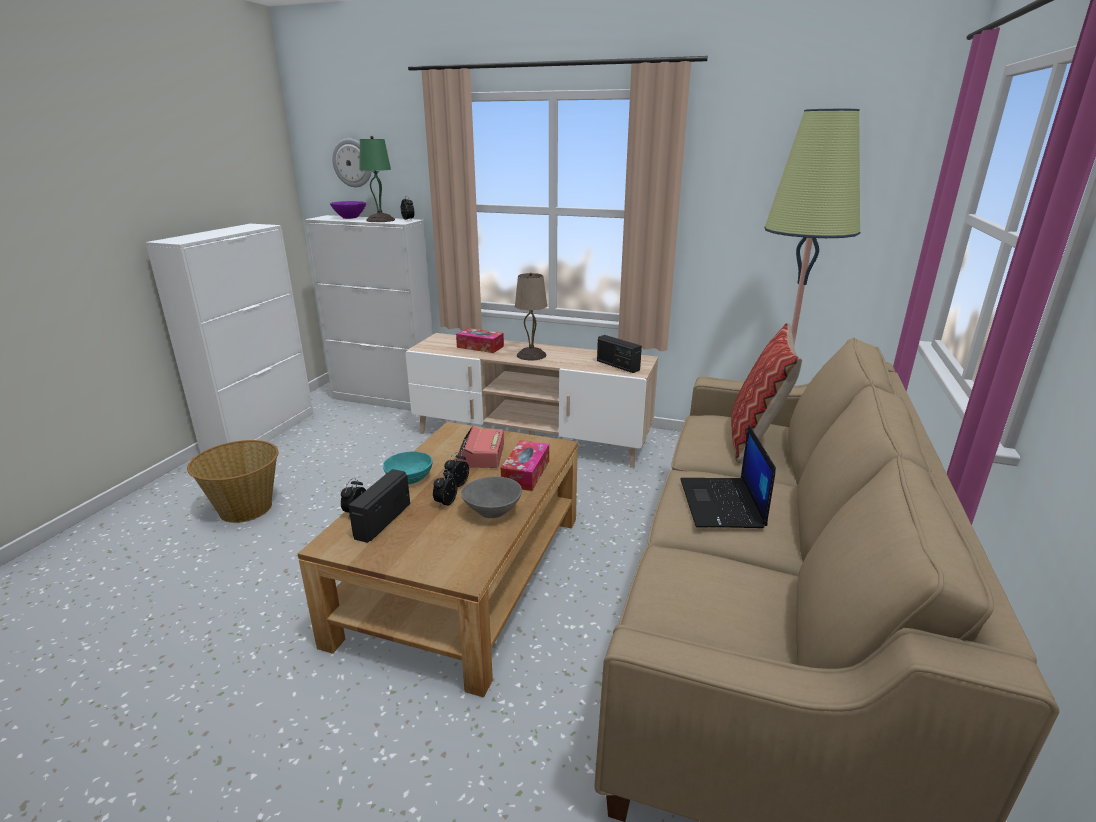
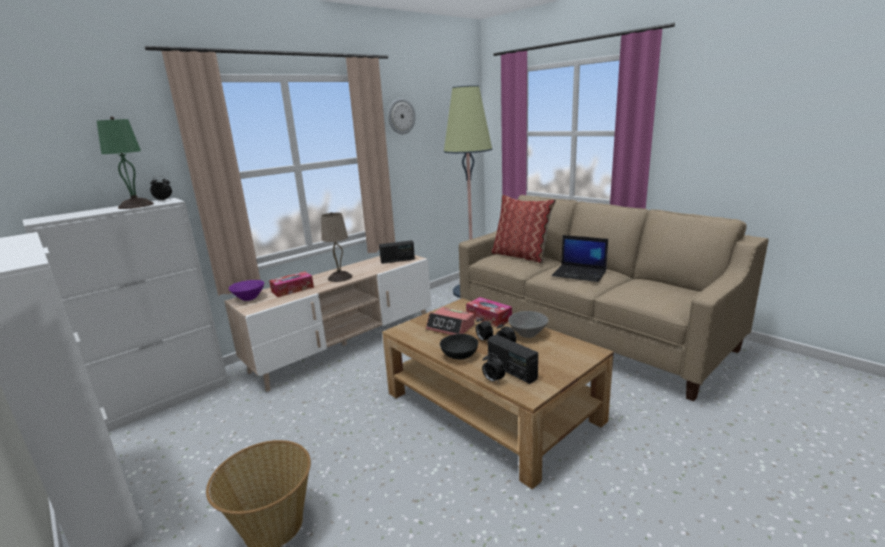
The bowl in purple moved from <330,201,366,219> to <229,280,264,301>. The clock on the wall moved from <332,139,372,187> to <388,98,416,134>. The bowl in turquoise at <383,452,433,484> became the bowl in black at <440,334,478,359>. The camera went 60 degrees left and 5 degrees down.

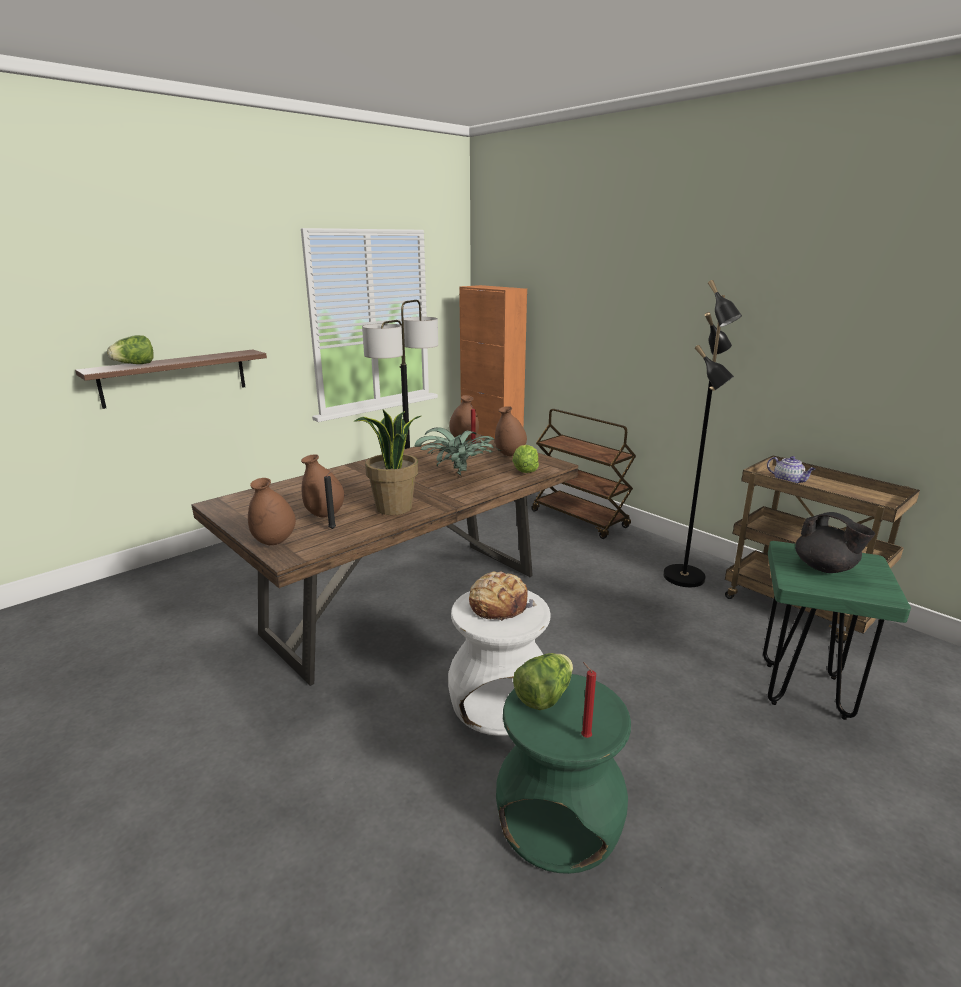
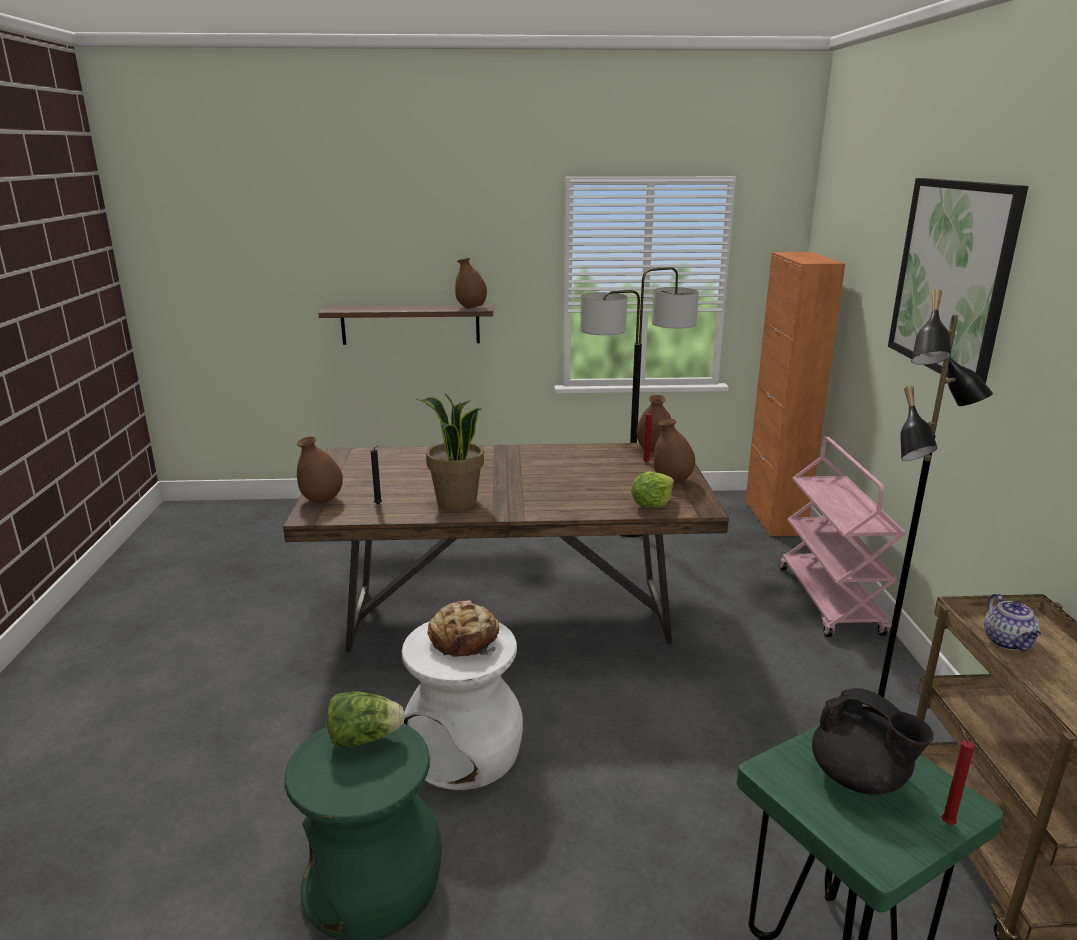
The lettuce at <107,335,154,364> disappeared. The plant in a pot at <414,427,502,476> disappeared. The picture at <888,178,1029,384> appeared. The flower vase in brown moved from <301,454,344,518> to <455,258,487,309>. The wax light in red moved from <581,662,596,738> to <941,727,975,825>. The cart in brown at <531,409,636,539> became the cart in pink-coloured at <780,437,906,637>. The teapot in black at <795,512,875,573> turned 45 degrees counterclockwise. The camera went 40 degrees right and 0 degrees up.

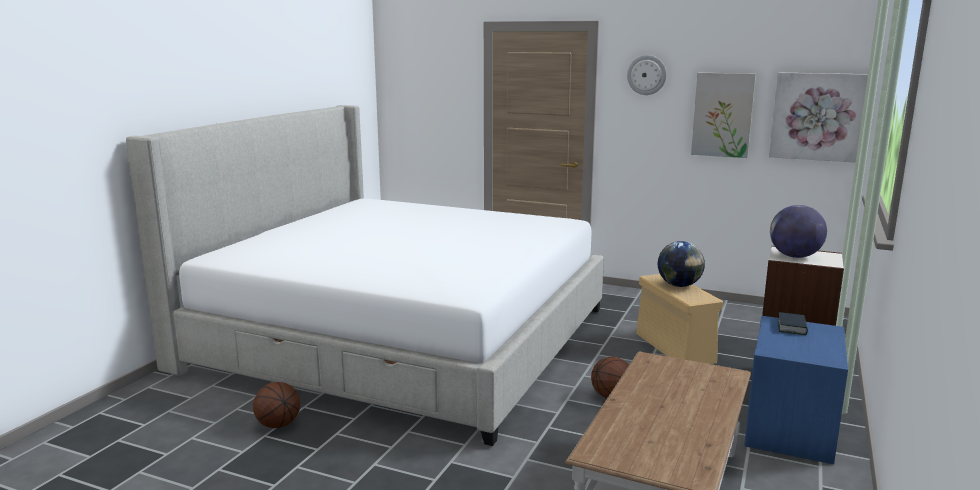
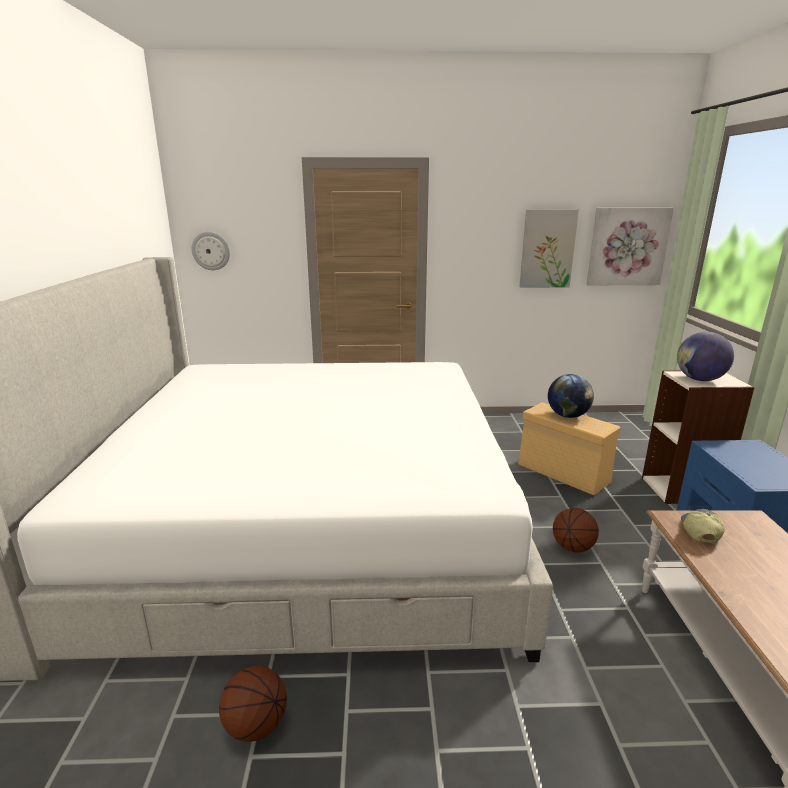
The book at <778,312,808,335> disappeared. The peaked cap at <681,509,725,543> appeared. The clock on the wall moved from <627,55,666,95> to <192,232,230,270>. The camera went 25 degrees left and 5 degrees up.

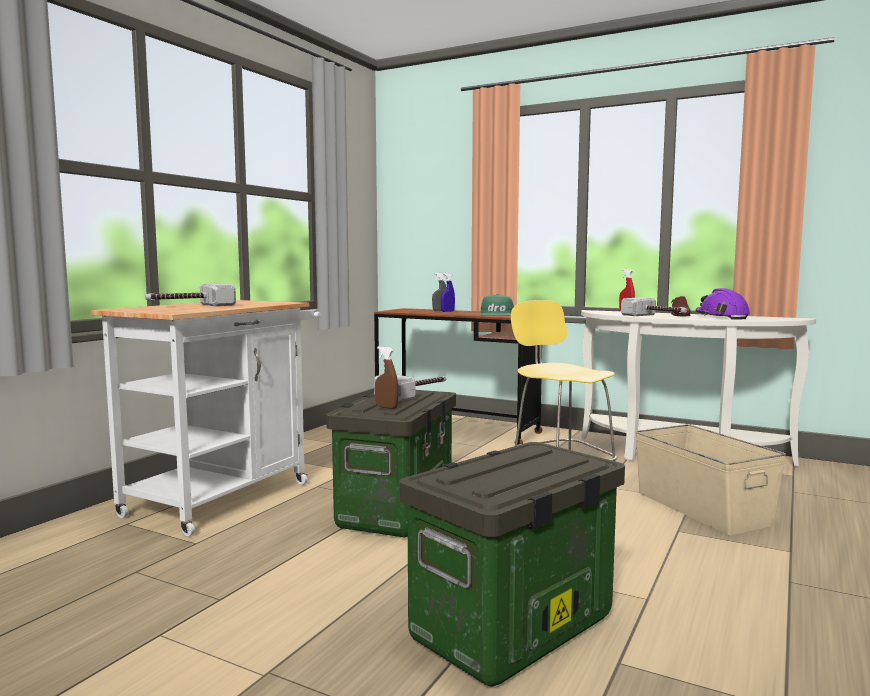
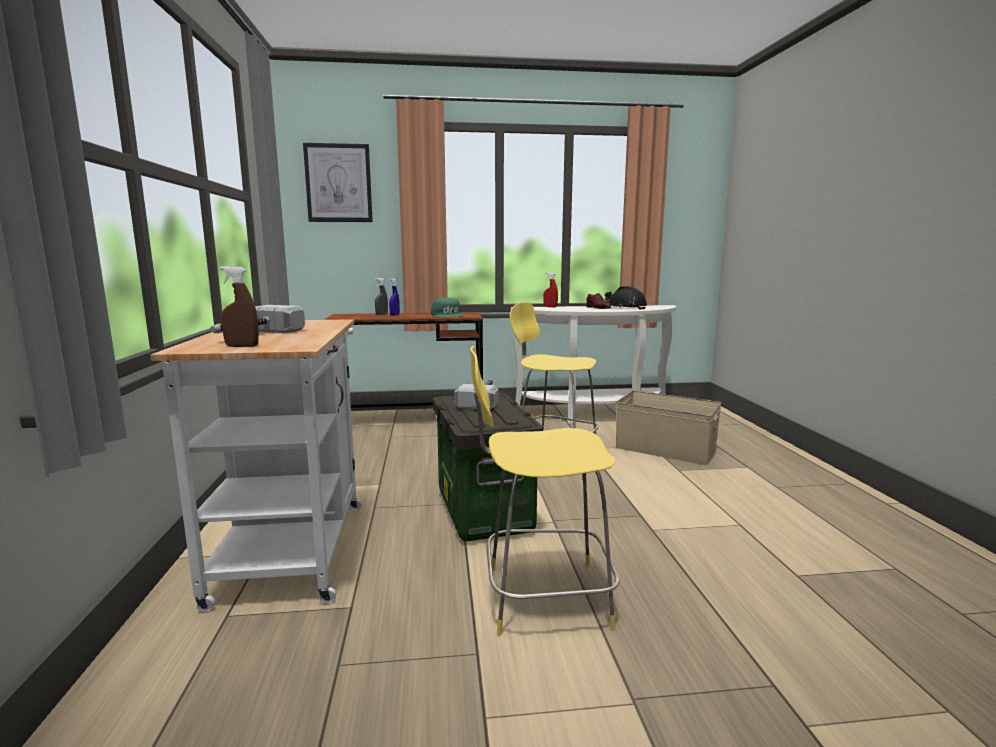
The storage bin at <399,442,625,686> disappeared. The tool hammer at <621,297,687,316> disappeared. The picture at <303,143,373,222> appeared. The stool seat in yellow at <470,346,619,636> appeared. The sprayer in brown moved from <375,346,398,409> to <220,266,259,347>. The safety helmet in purple at <696,288,750,320> became the safety helmet in black at <605,286,647,309>. The camera went 35 degrees left and 5 degrees up.

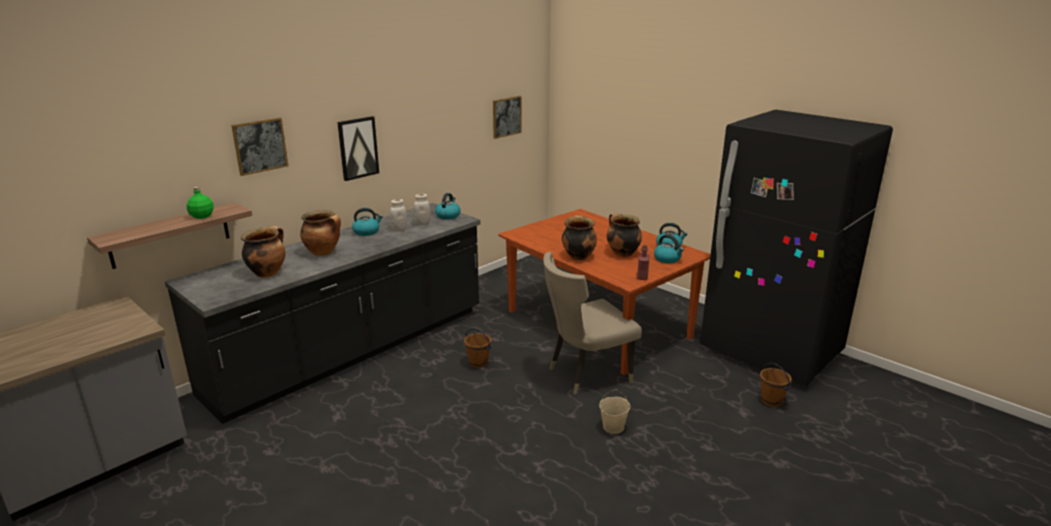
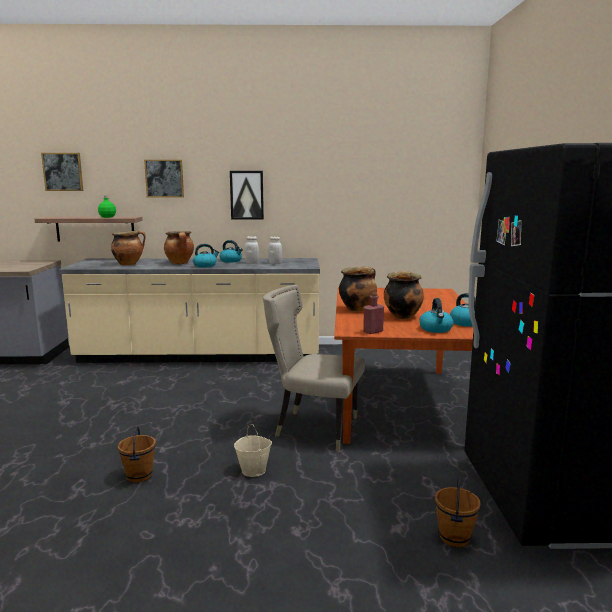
The water kettle moved from <435,193,460,220> to <193,244,219,267>. The bucket in brown moved from <464,329,492,368> to <118,426,156,483>. The picture moved from <493,96,522,139> to <41,153,83,191>. The kitchen counter in black at <165,203,480,424> became the kitchen counter in sand-coloured at <59,258,320,363>. The camera went 45 degrees right and 10 degrees down.

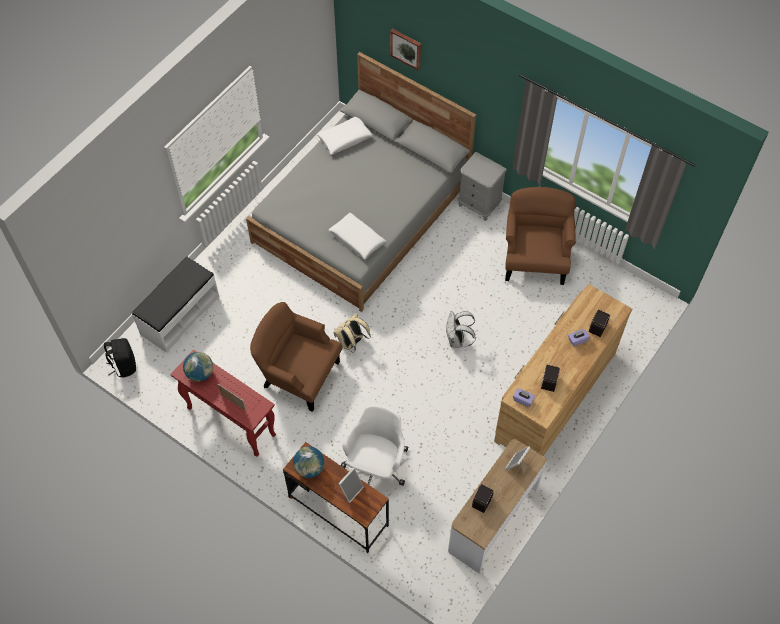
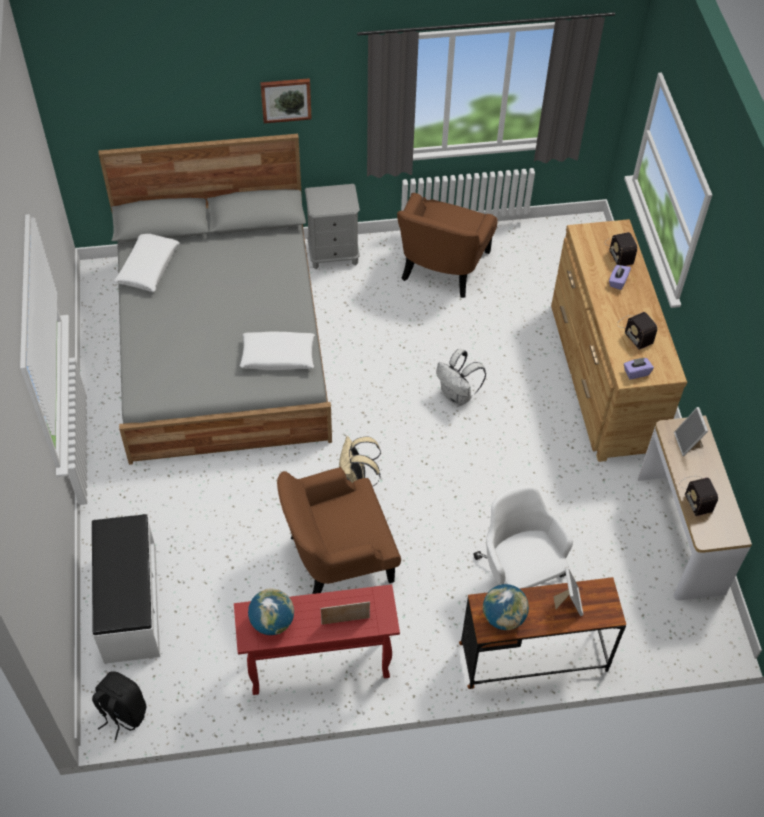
The picture moved from <390,29,421,70> to <260,78,312,123>. The lounge chair in brown at <505,187,576,285> turned 120 degrees counterclockwise. The camera went 45 degrees left and 5 degrees down.

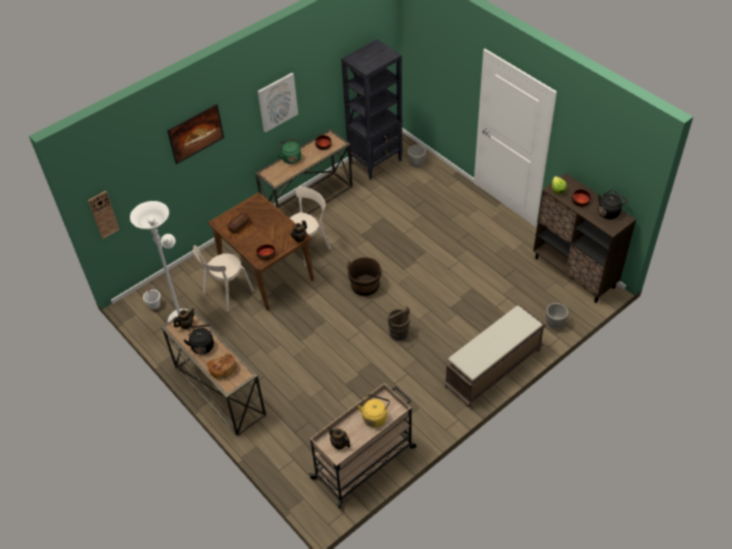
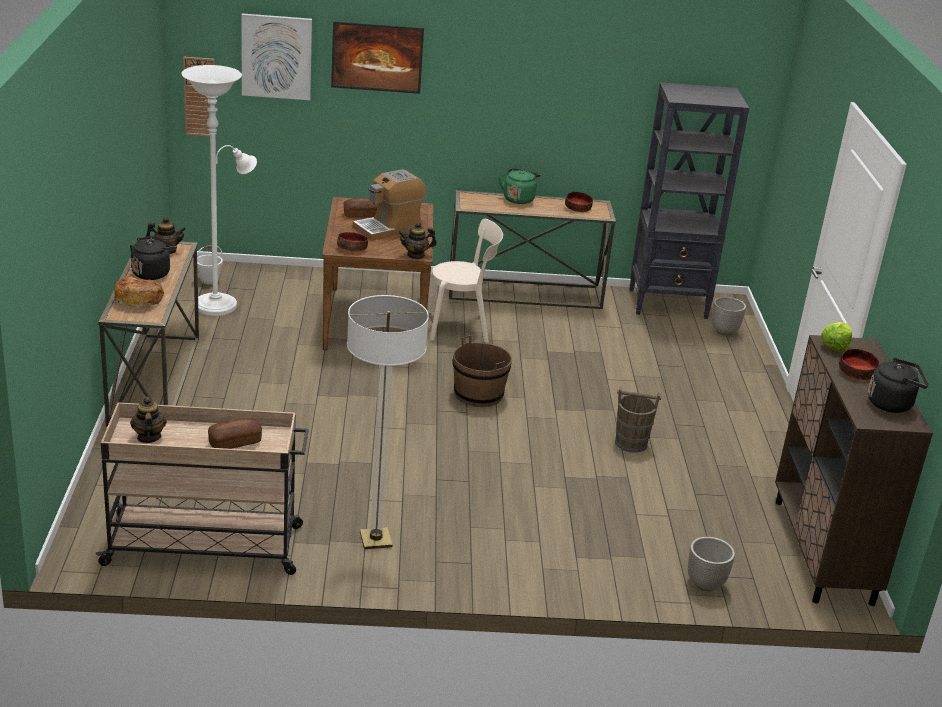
The plain chair in sand-coloured at <193,245,254,311> disappeared. The long seat in brown at <443,305,547,407> disappeared. The standing lamp at <347,295,429,549> appeared. The coffee machine at <353,169,426,240> appeared. The picture moved from <257,73,298,133> to <241,13,312,100>. The bucket in brown moved from <387,306,410,341> to <615,386,661,453>. The water kettle in yellow at <357,394,390,427> was replaced by the bakery bread at <208,418,262,449>. The camera went 35 degrees right and 20 degrees down.

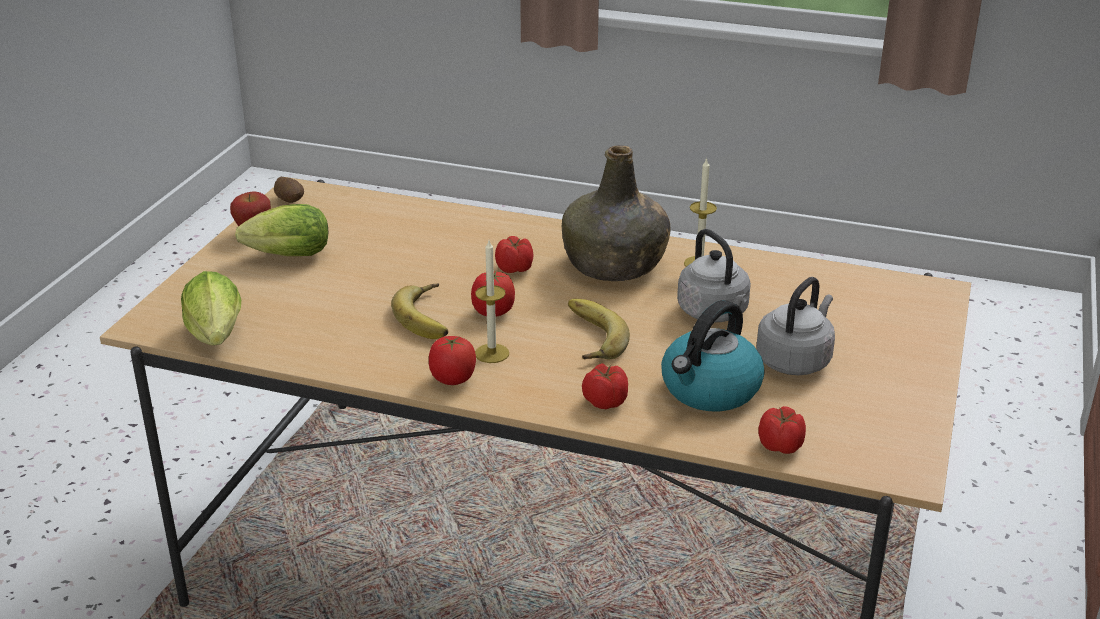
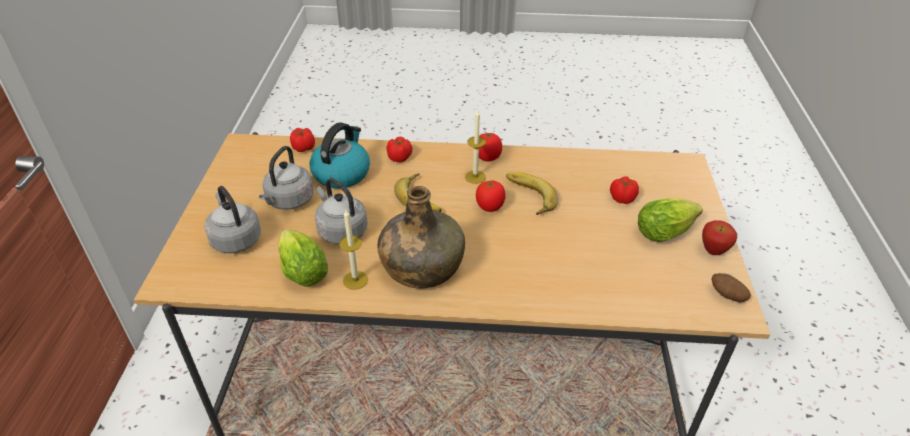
The water kettle in grey at <204,186,261,253> appeared. The lettuce moved from <181,271,241,345> to <278,229,328,287>. The whole tomato moved from <495,236,534,273> to <610,176,639,204>. The camera went 165 degrees right and 10 degrees up.

